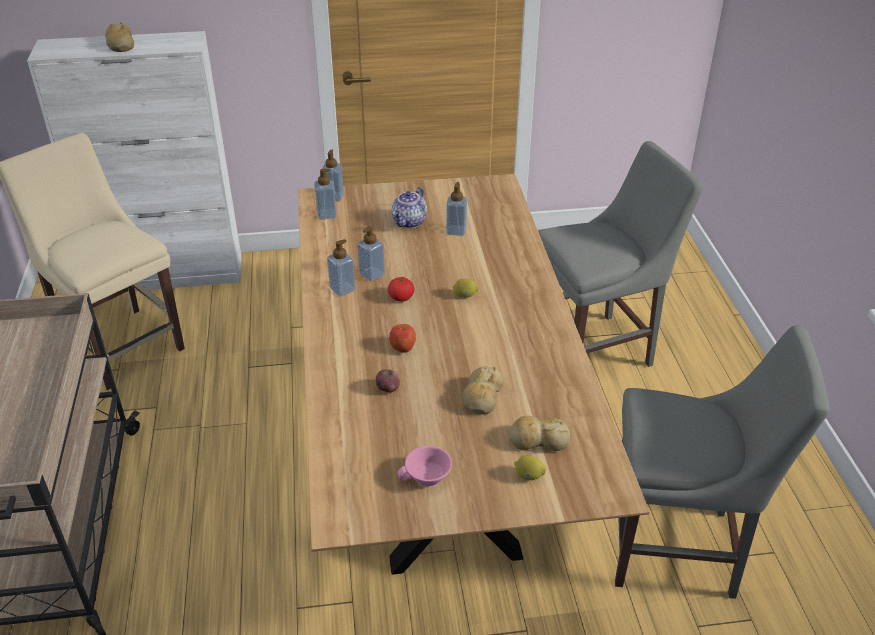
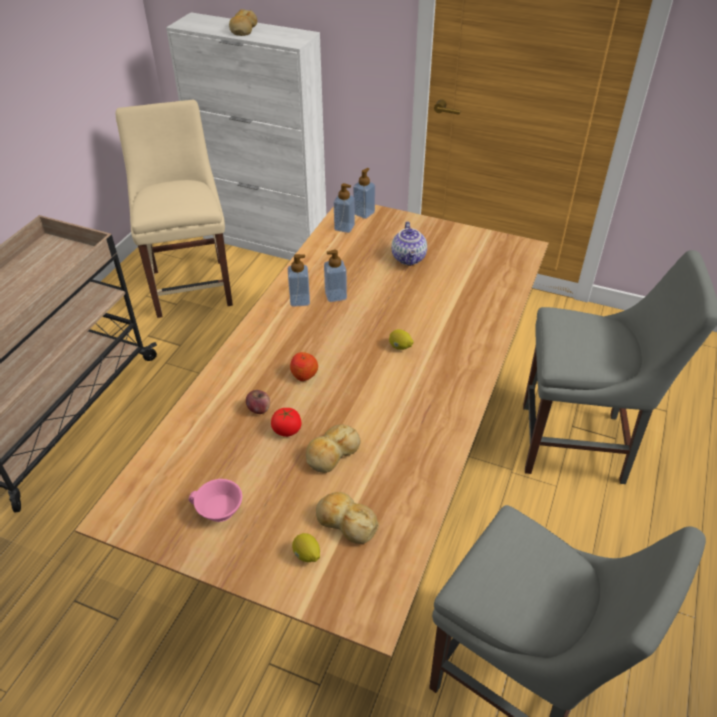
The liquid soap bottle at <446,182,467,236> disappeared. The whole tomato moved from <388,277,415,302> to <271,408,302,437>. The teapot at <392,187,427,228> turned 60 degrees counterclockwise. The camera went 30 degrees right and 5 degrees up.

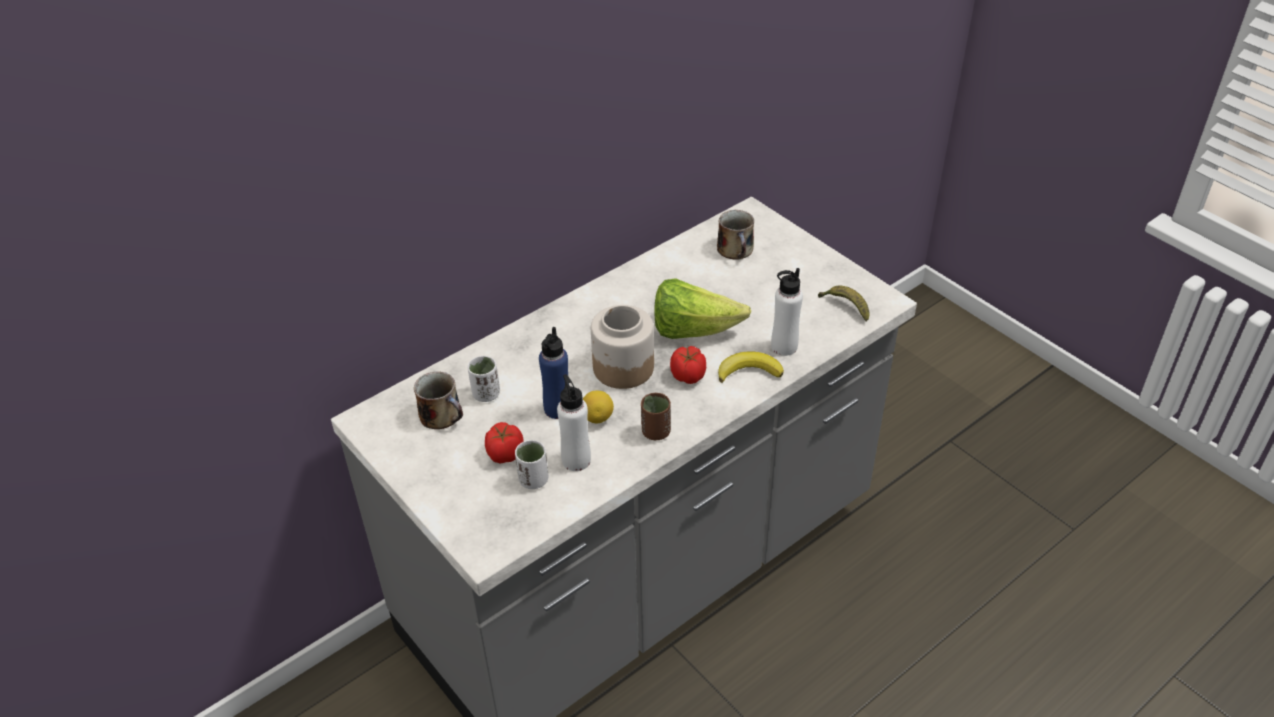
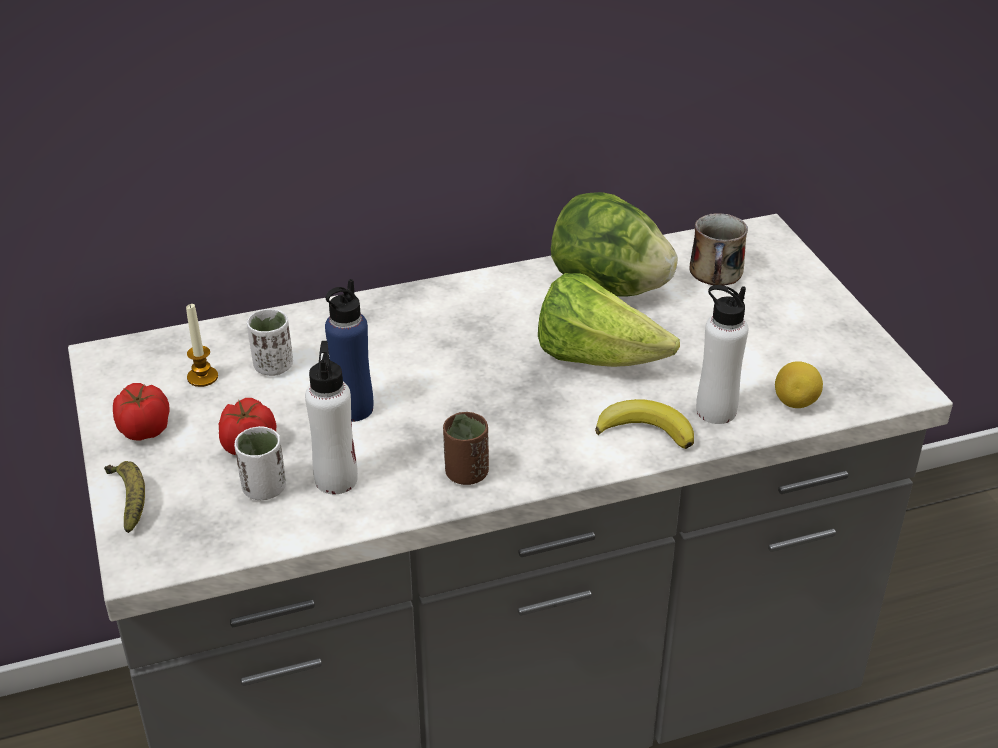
The storage jar at <591,305,654,389> disappeared. The lettuce at <551,192,678,296> appeared. The lemon moved from <583,391,614,423> to <775,361,823,408>. The whole tomato moved from <670,346,706,384> to <113,383,170,441>. The banana moved from <818,286,870,321> to <104,461,145,533>. The mug at <414,371,463,429> was replaced by the wax light at <186,304,218,387>. The camera went 20 degrees right and 5 degrees down.

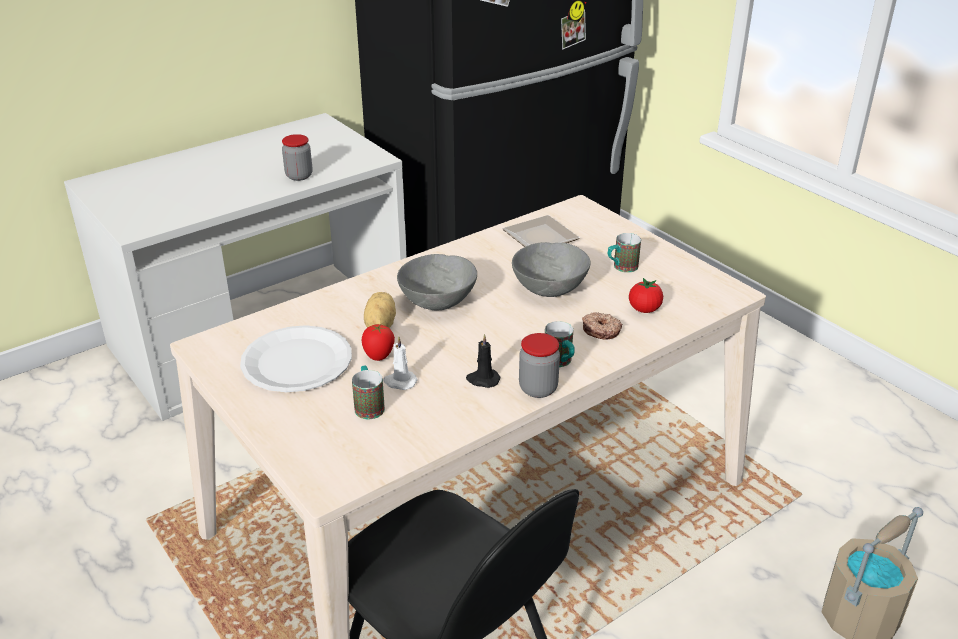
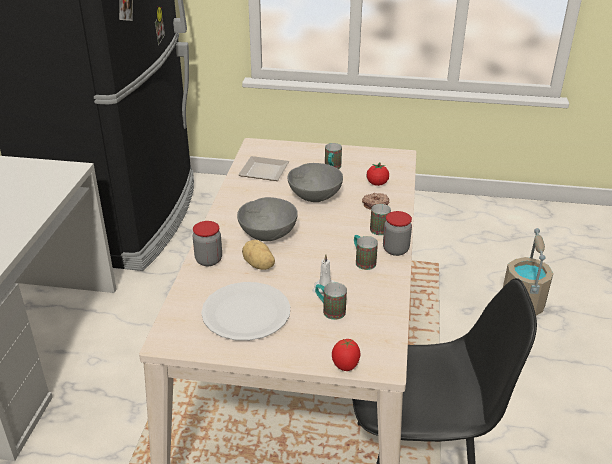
The storage jar moved from <282,134,313,181> to <193,221,222,266>. The whole tomato moved from <362,324,395,361> to <332,339,360,371>. The wax light in black at <466,334,500,388> was replaced by the mug at <354,235,378,270>. The camera went 45 degrees left and 0 degrees up.

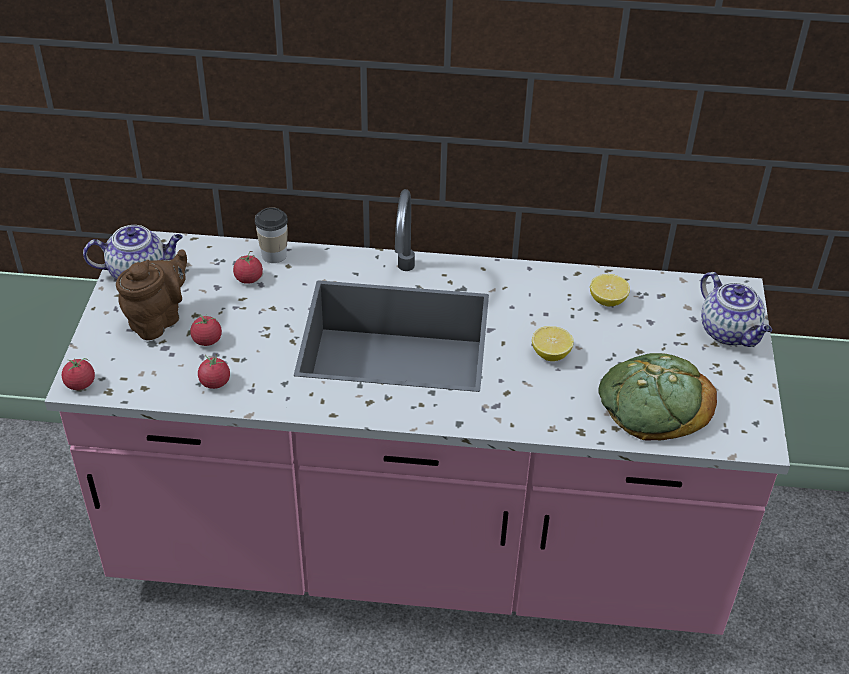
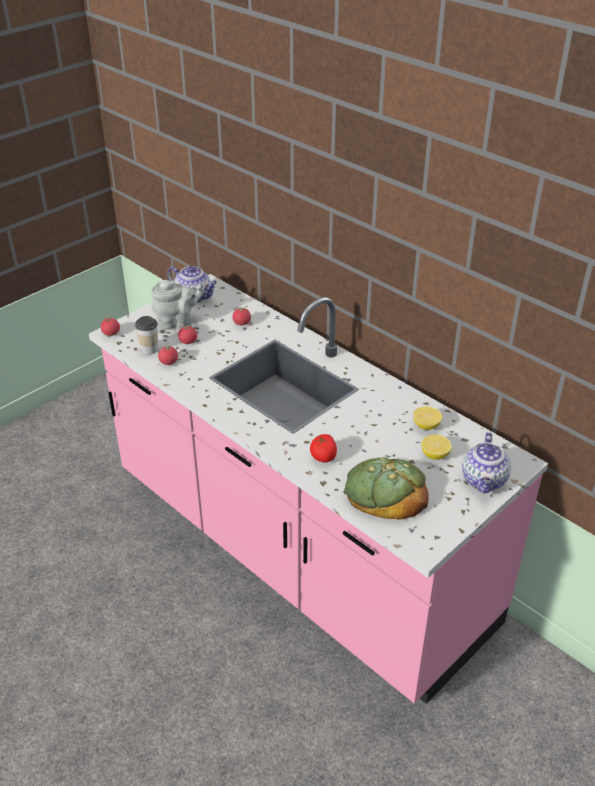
The whole tomato at <310,434,337,463> appeared. The small cup moved from <255,207,288,263> to <135,316,158,355>. The lemon moved from <532,326,574,361> to <421,434,451,460>. The teapot in brown at <116,250,187,340> became the teapot in grey at <151,280,204,330>. The camera went 40 degrees right and 5 degrees down.

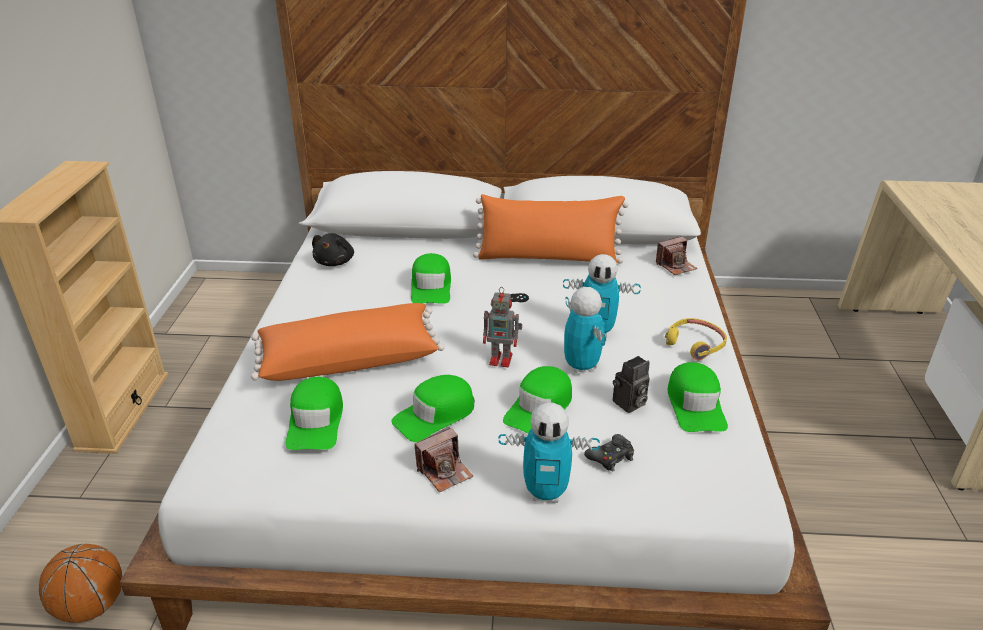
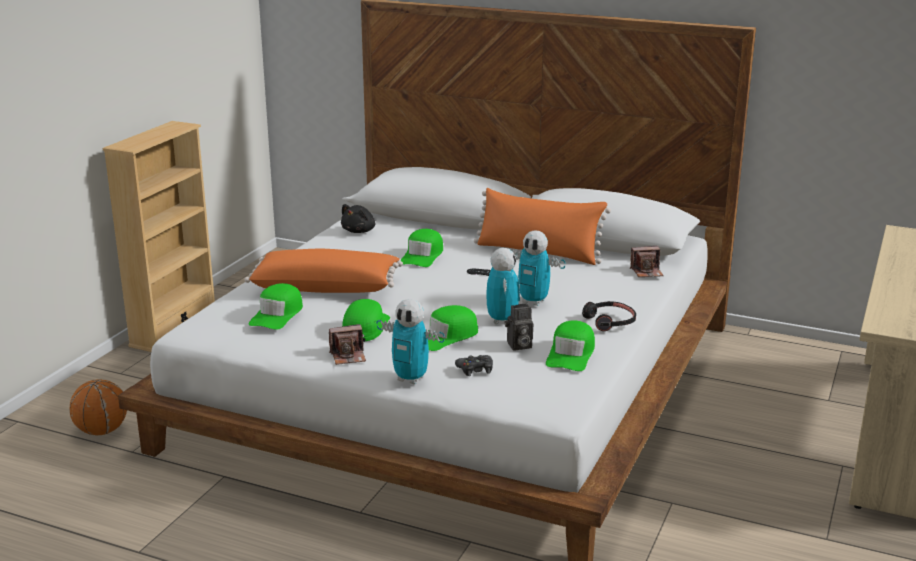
The toy robot at <483,287,522,367> disappeared. The headset in yellow at <665,318,727,361> became the headset in black at <582,301,636,331>. The peaked cap in green-coloured at <391,375,475,442> turned 120 degrees clockwise. The camera went 20 degrees right and 10 degrees down.

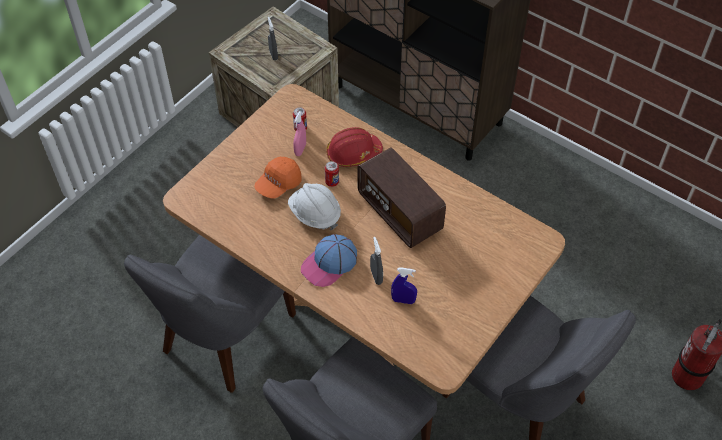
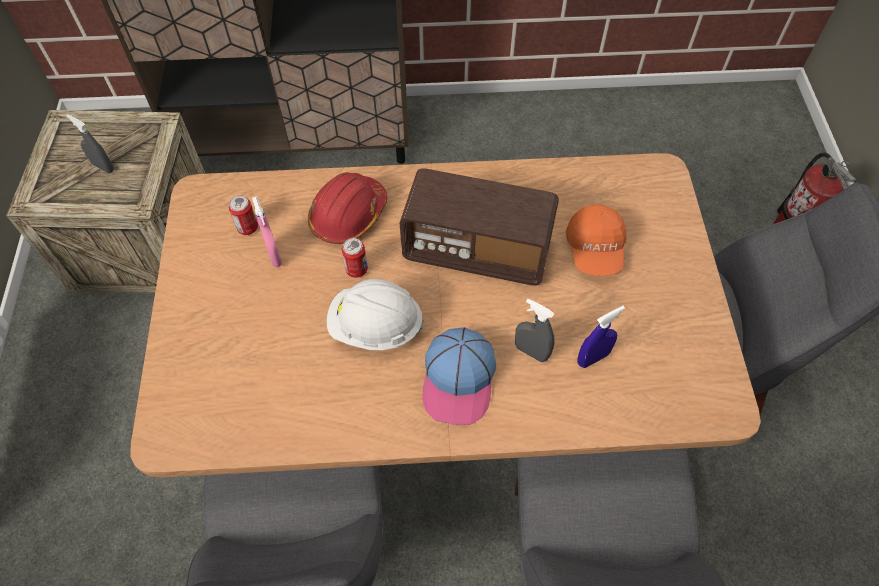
The peaked cap in orangey moved from <254,157,302,199> to <565,204,626,276>. The camera went 40 degrees left and 5 degrees up.

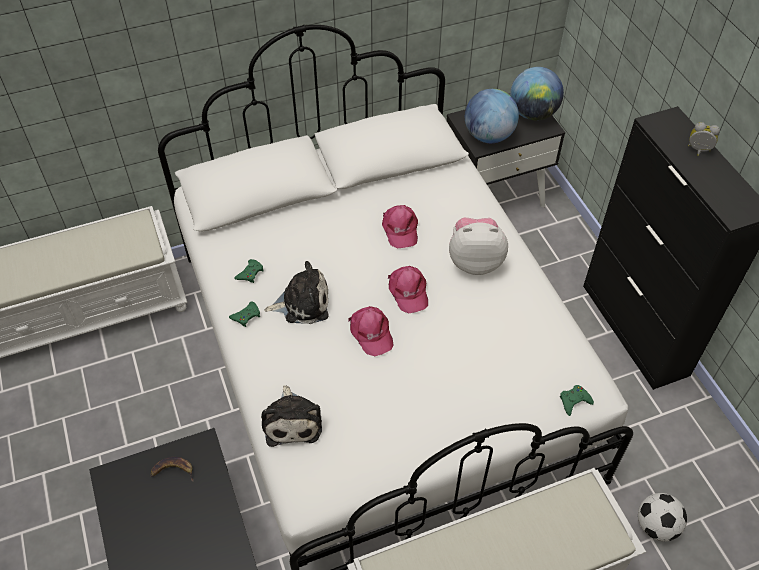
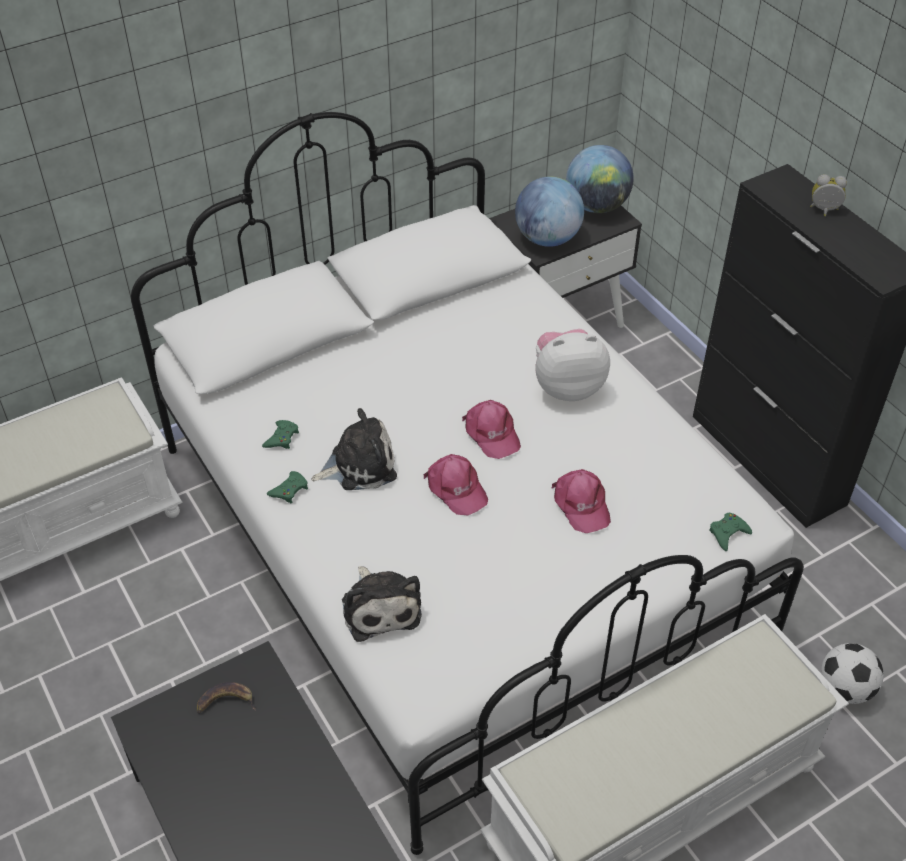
The peaked cap in pink-coloured moved from <382,205,418,249> to <551,469,611,533>. The camera went 10 degrees left and 5 degrees down.

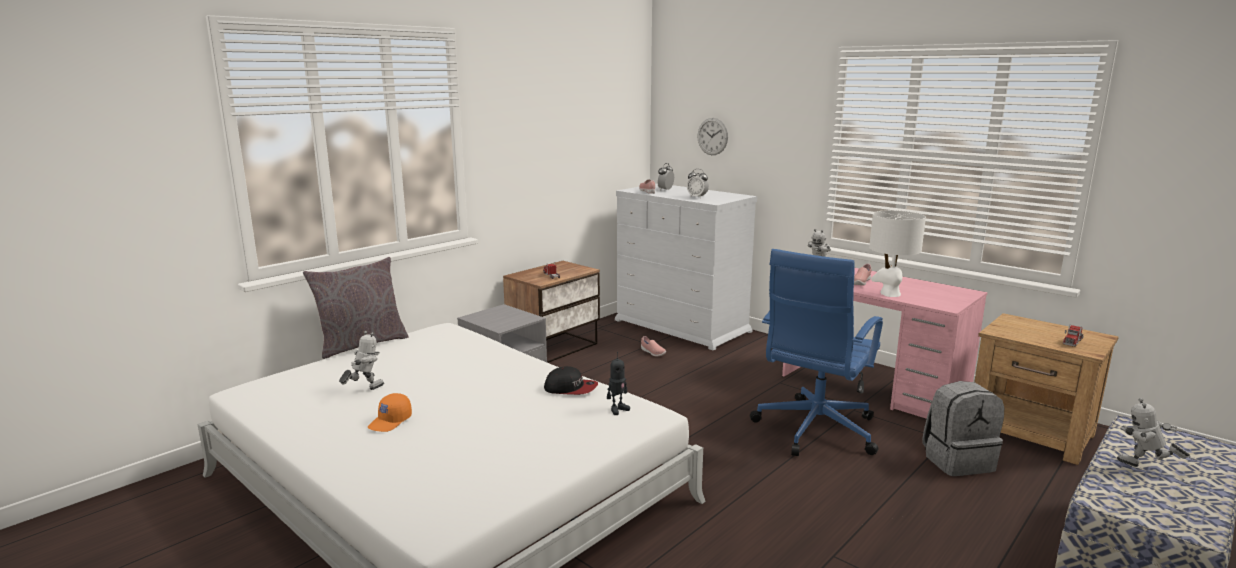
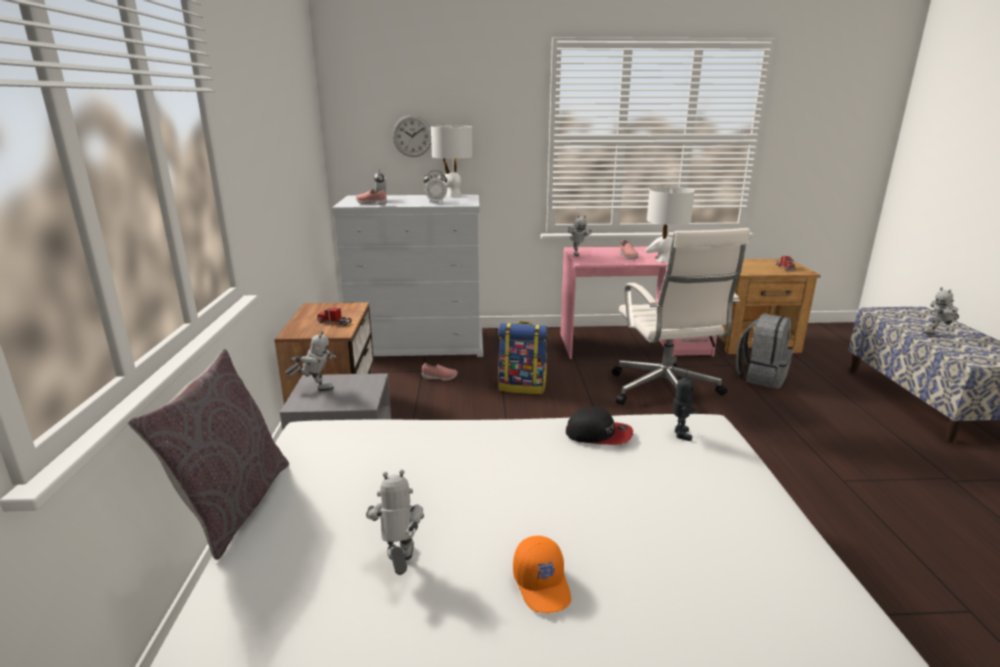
The toy robot at <285,331,336,391> appeared. The tabletop lamp in white at <431,125,473,197> appeared. The knapsack at <498,321,548,394> appeared. The office chair in bluish at <750,249,883,456> became the office chair in white at <612,228,750,414>. The peaked cap at <544,366,598,395> turned 45 degrees clockwise. The camera went 45 degrees left and 5 degrees up.

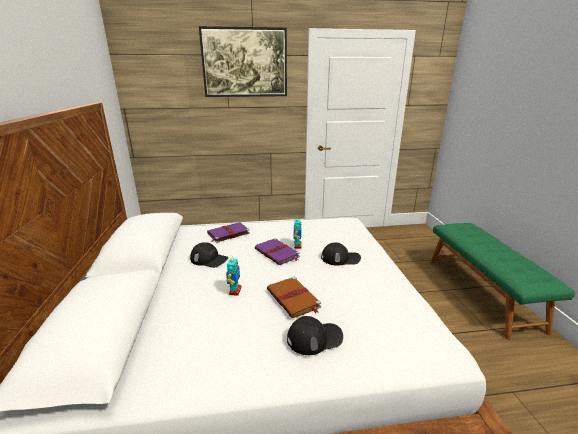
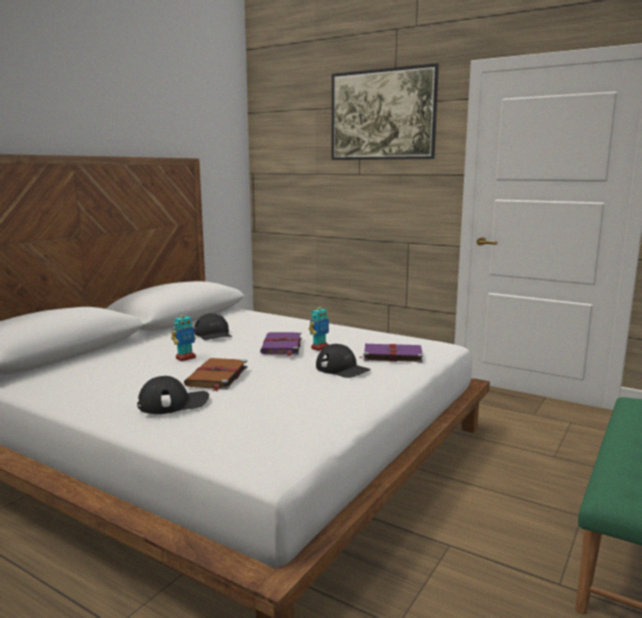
The book in purple moved from <207,222,250,243> to <360,344,423,363>. The peaked cap in black at <287,316,343,355> turned 45 degrees counterclockwise. The camera went 40 degrees right and 10 degrees down.

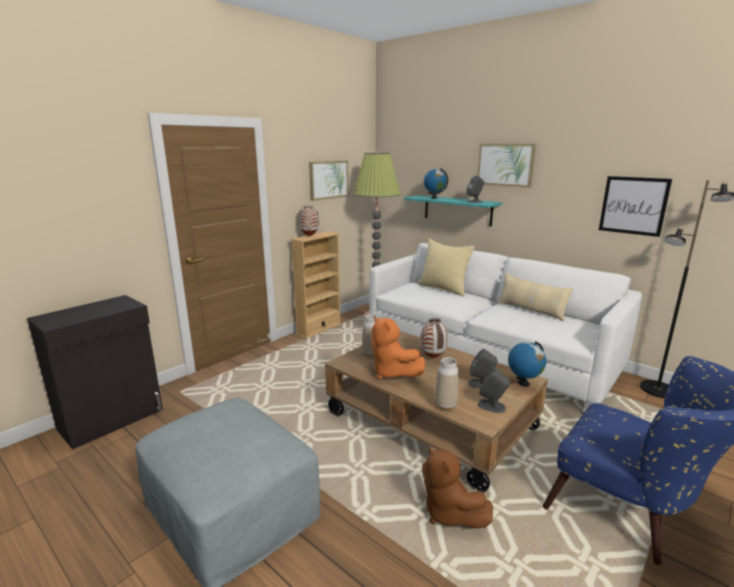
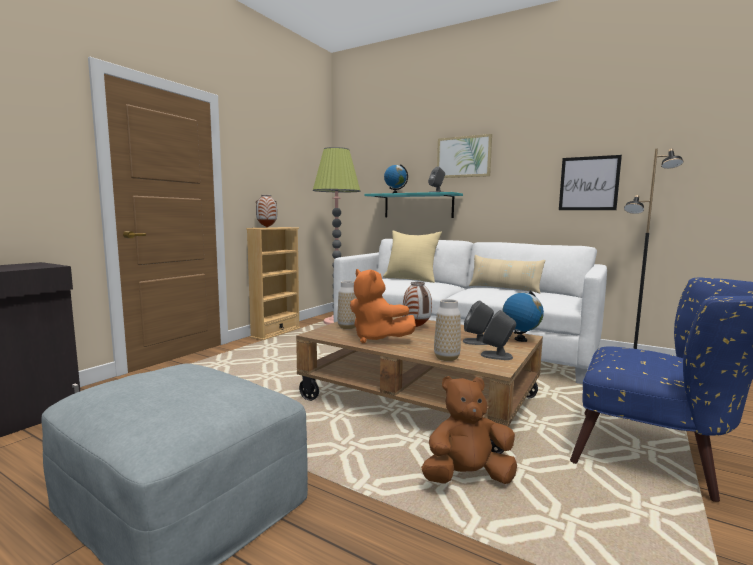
The picture at <309,160,348,201> disappeared. The cuddly toy in brown at <422,446,493,528> turned 120 degrees clockwise. The camera went 10 degrees left and 10 degrees down.

